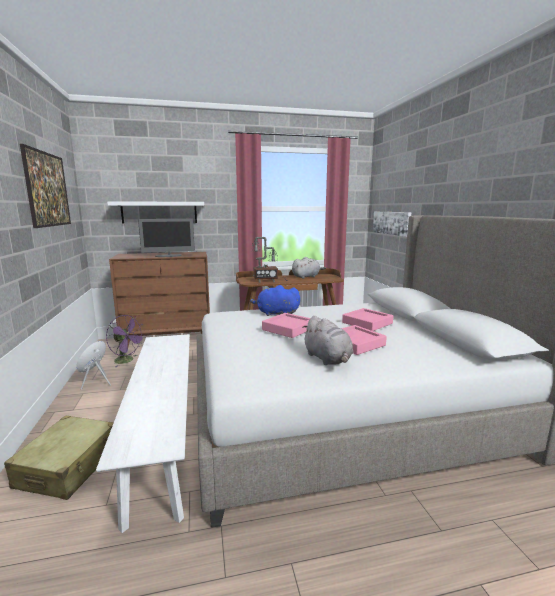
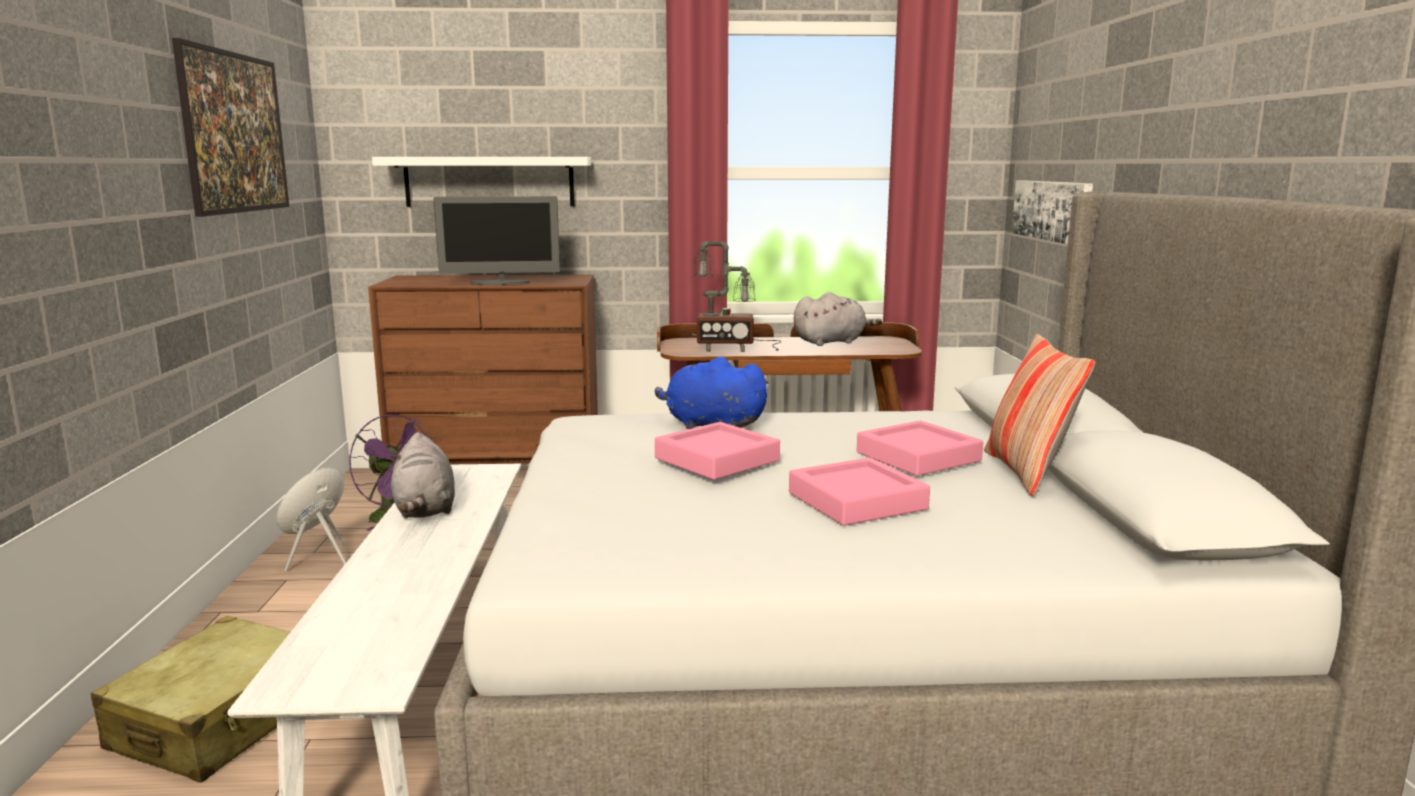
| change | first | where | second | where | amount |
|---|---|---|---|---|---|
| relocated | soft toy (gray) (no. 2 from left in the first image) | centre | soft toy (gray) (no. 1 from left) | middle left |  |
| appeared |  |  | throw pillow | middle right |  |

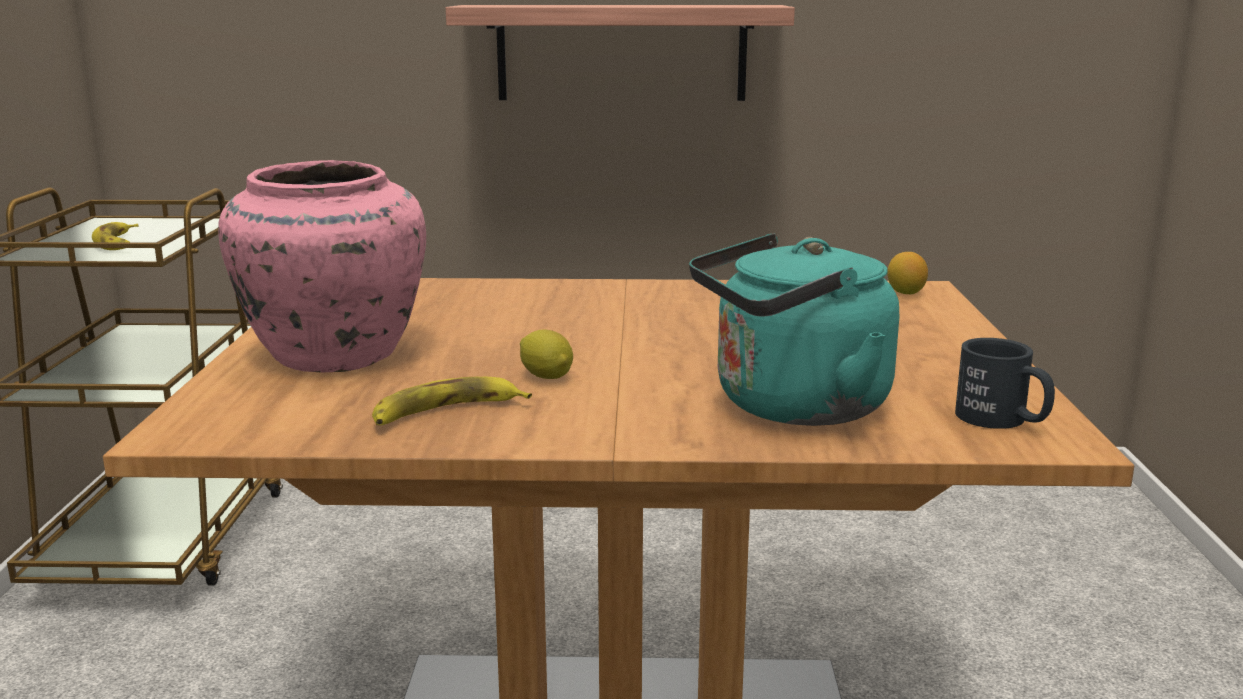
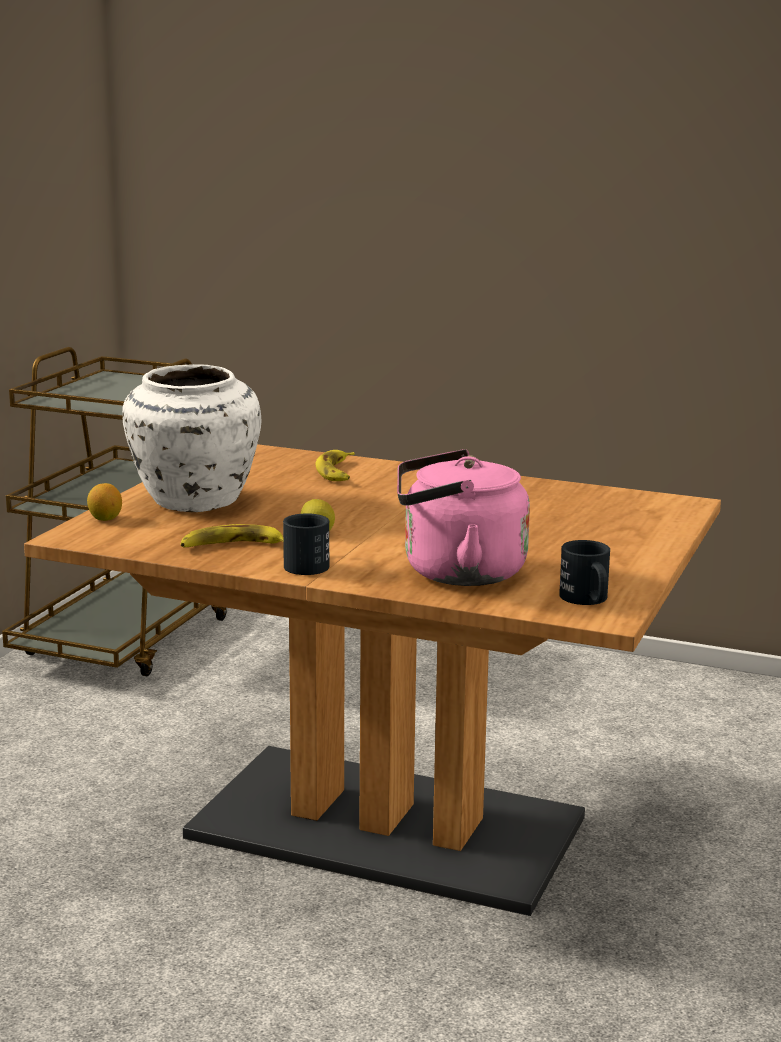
| change | first | where | second | where | amount |
|---|---|---|---|---|---|
| relocated | banana fruit (no. 1 from left in the first image) | middle left | banana fruit (no. 2 from left) | centre |  |
| colour | flower vase (pink) | middle left | flower vase (white-coloured) | middle left |  |
| missing | shelf | top centre |  |  |  |
| colour | tea kettle (blue-green) | centre | tea kettle (pink) | centre |  |
| relocated | citrus fruit (no. 2 from left in the first image) | middle right | citrus fruit (no. 1 from left) | middle left |  |
| appeared |  |  | tea mug (blackish) (no. 1 from left) | centre |  |

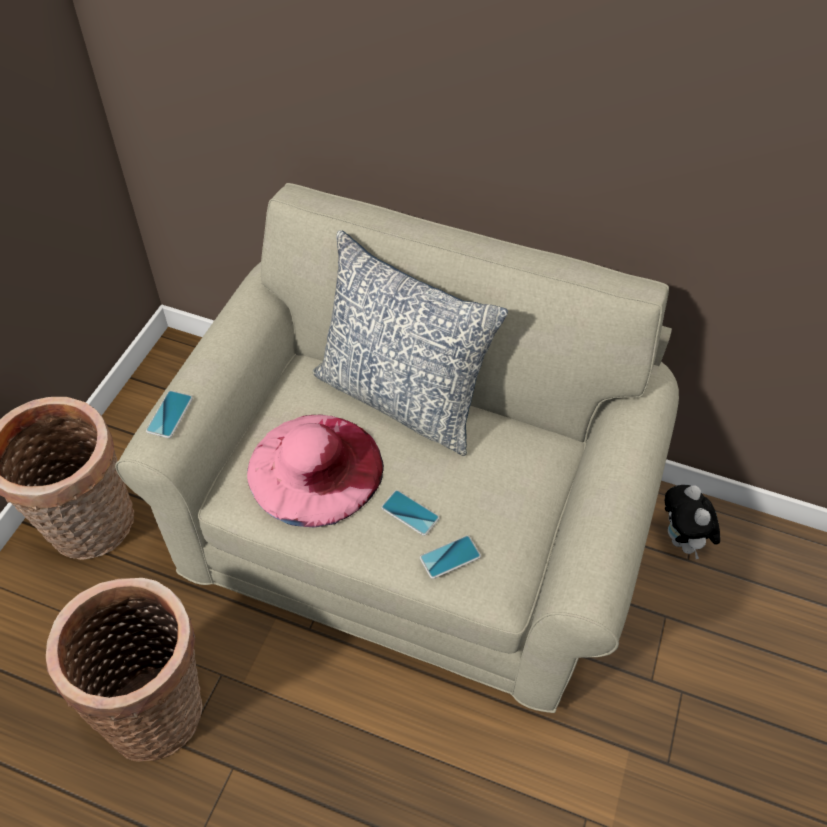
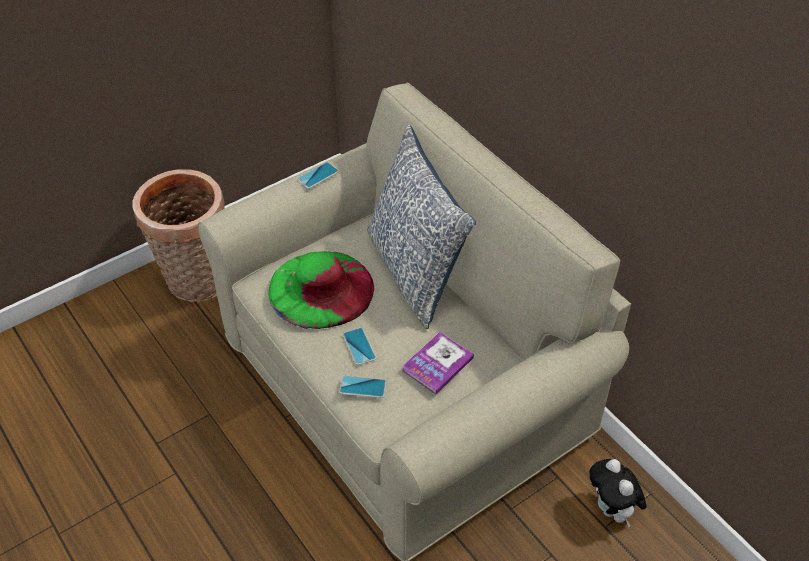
| change | first | where | second | where | amount |
|---|---|---|---|---|---|
| missing | household basket (no. 2 from left) | bottom left |  |  |  |
| relocated | handset (no. 1 from left) | middle left |  | top centre |  |
| colour | hat (pink) | centre | hat (greenish) | centre |  |
| spun | soft toy | middle right |  | bottom right | 45 degrees counterclockwise |
| appeared |  |  | book | centre |  |

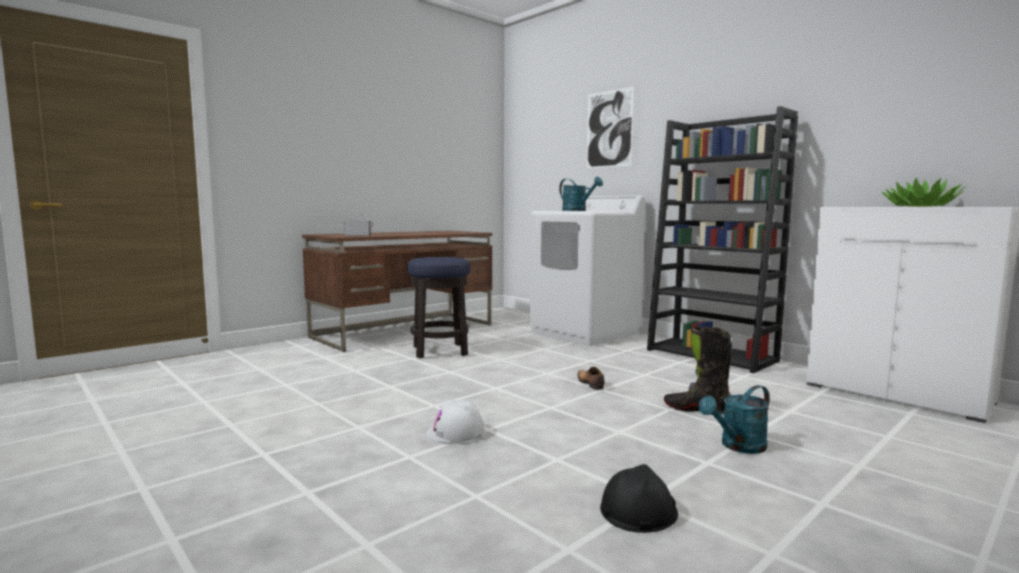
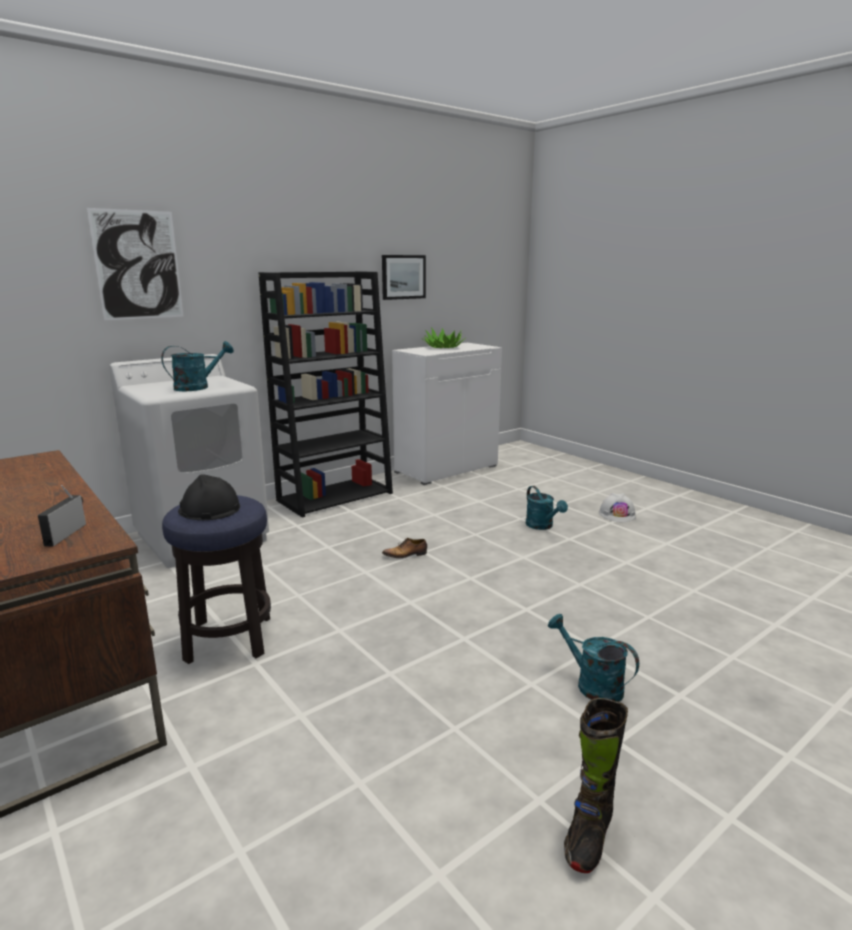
| change | first | where | second | where | amount |
|---|---|---|---|---|---|
| relocated | work helmet (white-coloured) | bottom centre |  | middle right |  |
| relocated | work helmet (blackish) | bottom centre |  | middle left |  |
| relocated | tall boot (blackish) | middle right |  | bottom right |  |
| appeared |  |  | wall art (no. 2 from left) | top centre |  |
| appeared |  |  | watering can (blue-green) (no. 3 from left) | bottom right |  |

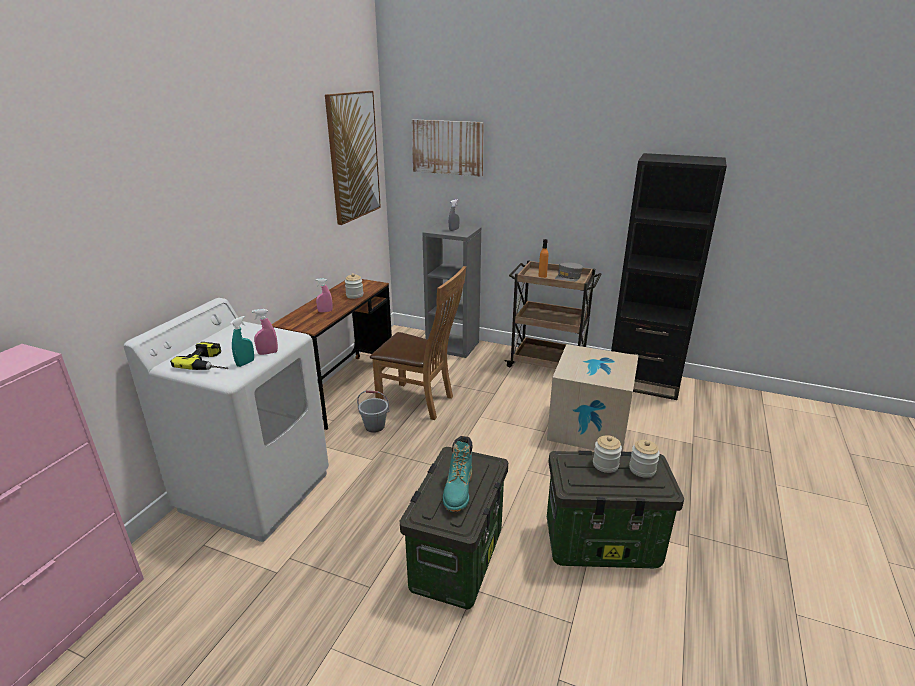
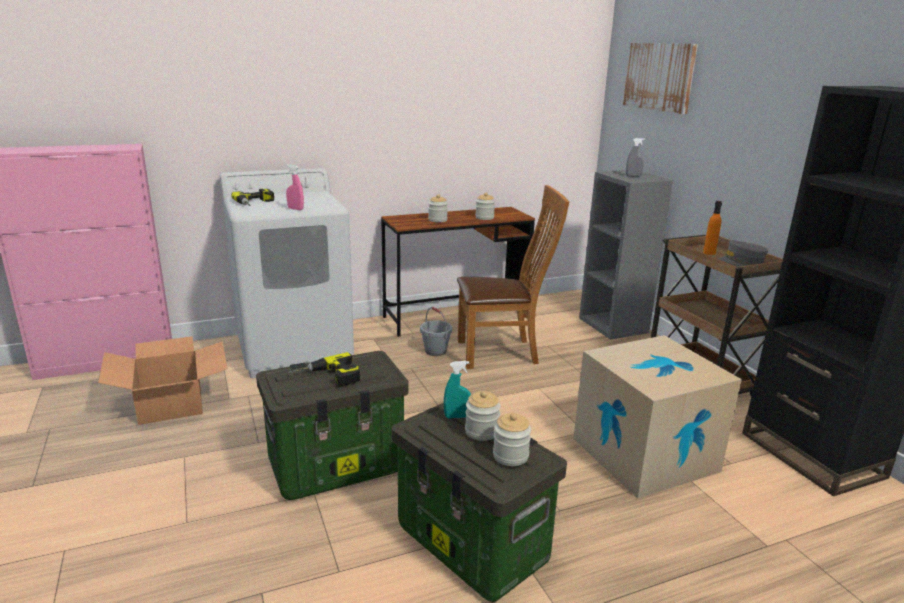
| change | first | where | second | where | amount |
|---|---|---|---|---|---|
| relocated | hand sprayer (blue-green) | middle left |  | centre |  |
| exchanged | hand sprayer (pink) (no. 2 from left) | centre | preserve jar (no. 1 from left) | centre |  |
| missing | wall art (no. 1 from left) | top centre |  |  |  |
| spun | chair (brown) | centre |  | centre | 75 degrees counterclockwise |
| exchanged | tall boot (blue-green) | bottom centre | electric drill (no. 2 from left) | centre |  |
| appeared |  |  | carton (no. 1 from left) | middle left |  |

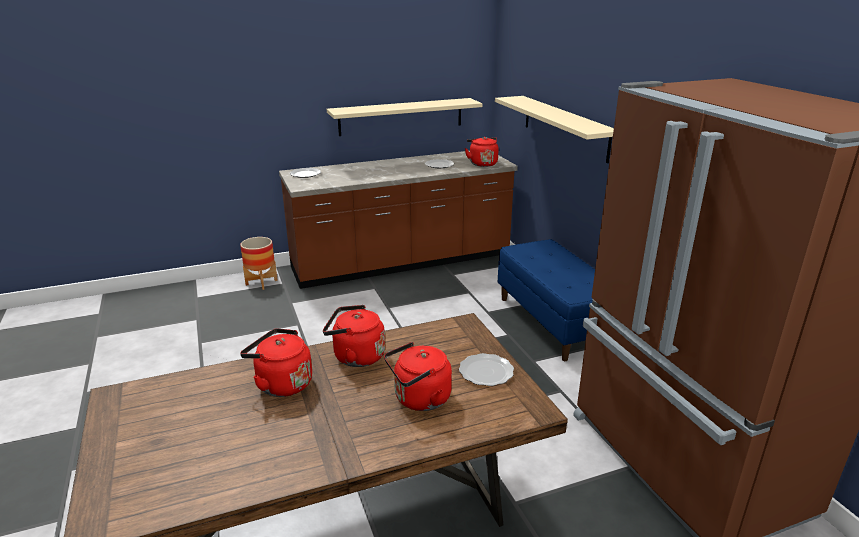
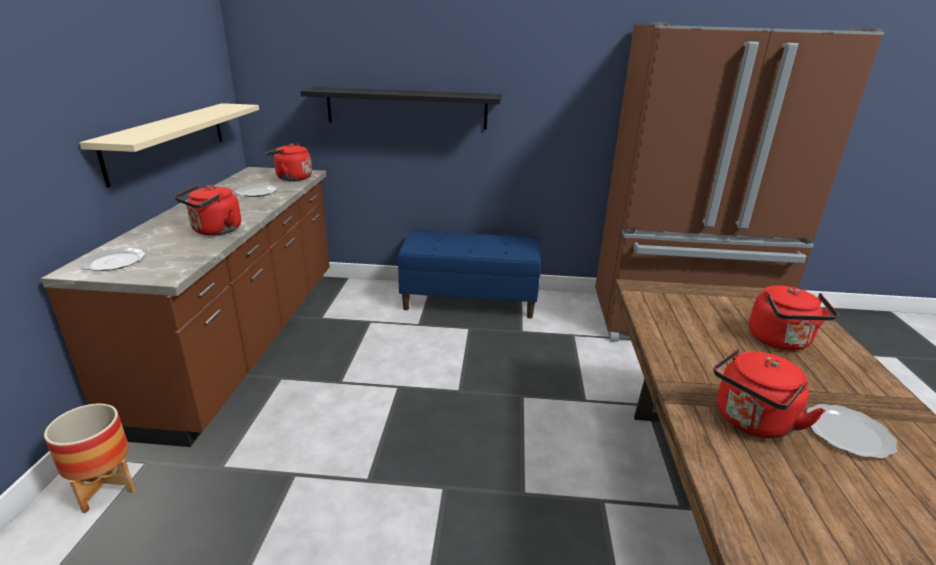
| change | first | where | second | where | amount |
|---|---|---|---|---|---|
| relocated | tea kettle (red-coloured) (no. 2 from left in the first image) | centre | tea kettle (red-coloured) (no. 1 from left) | middle left |  |
| relocated | plate (no. 3 from left) | bottom centre |  | bottom right |  |
| colour | shelf (beige) (no. 2 from left) | top centre | shelf (blackish) | top centre |  |

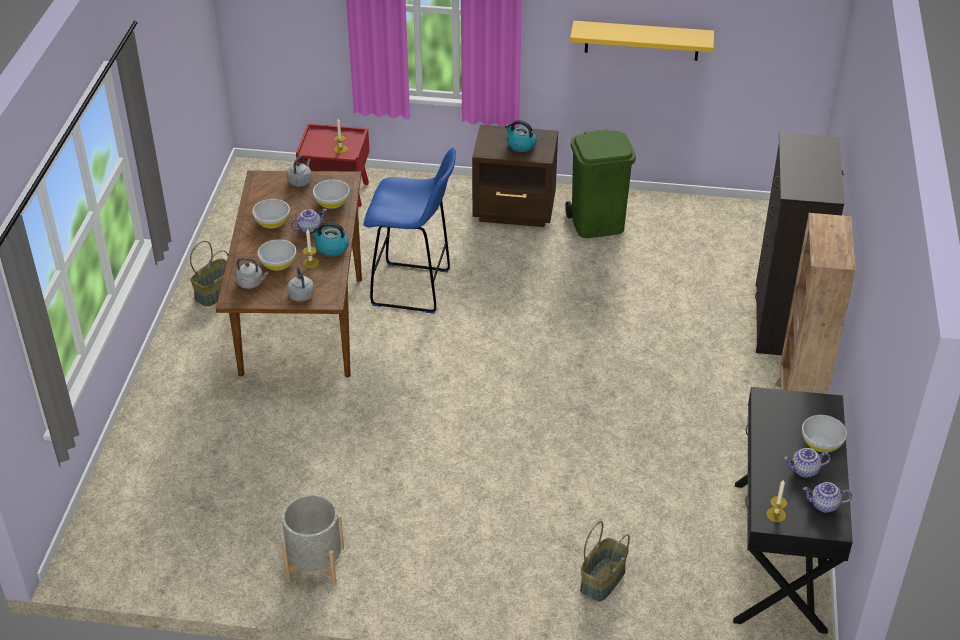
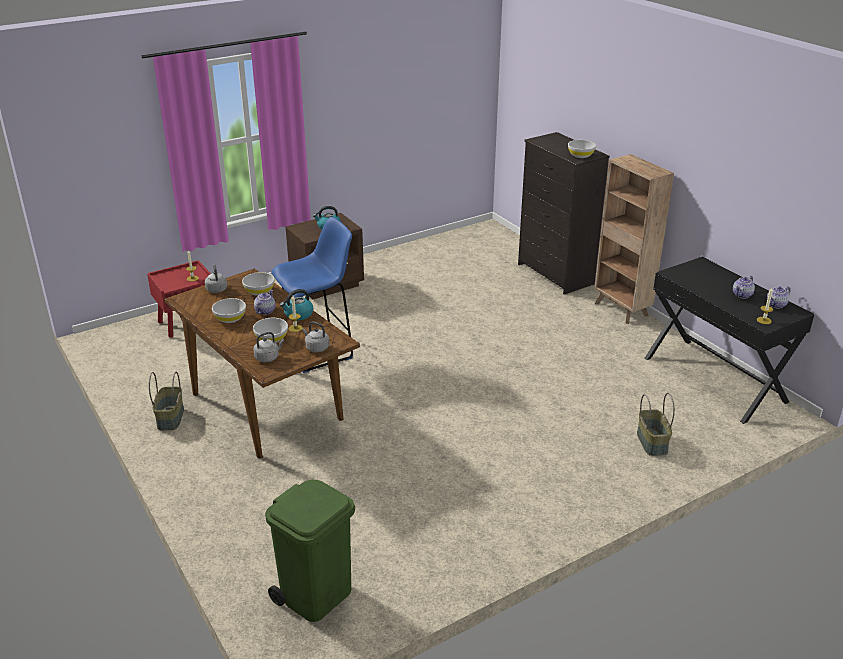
| change | first | where | second | where | amount |
|---|---|---|---|---|---|
| missing | flower pot (gray) | bottom left |  |  |  |
| relocated | rubbish bin (greenish) | top centre |  | bottom centre |  |
| missing | shelf (yellow) | top right |  |  |  |
| relocated | bowl (white-coloured) (no. 4 from left) | bottom right |  | top right |  |

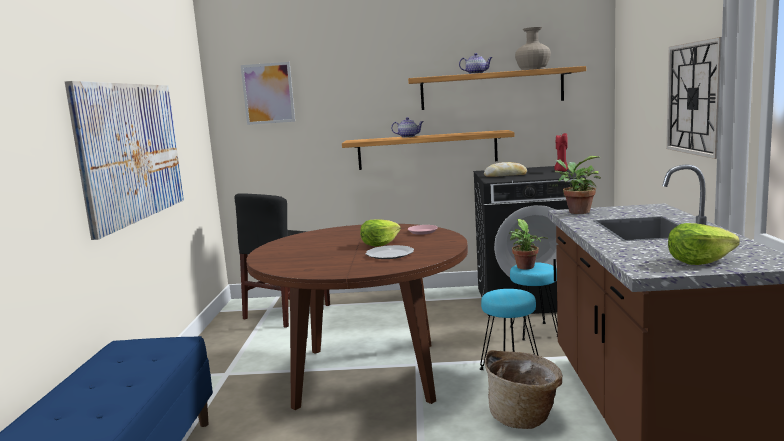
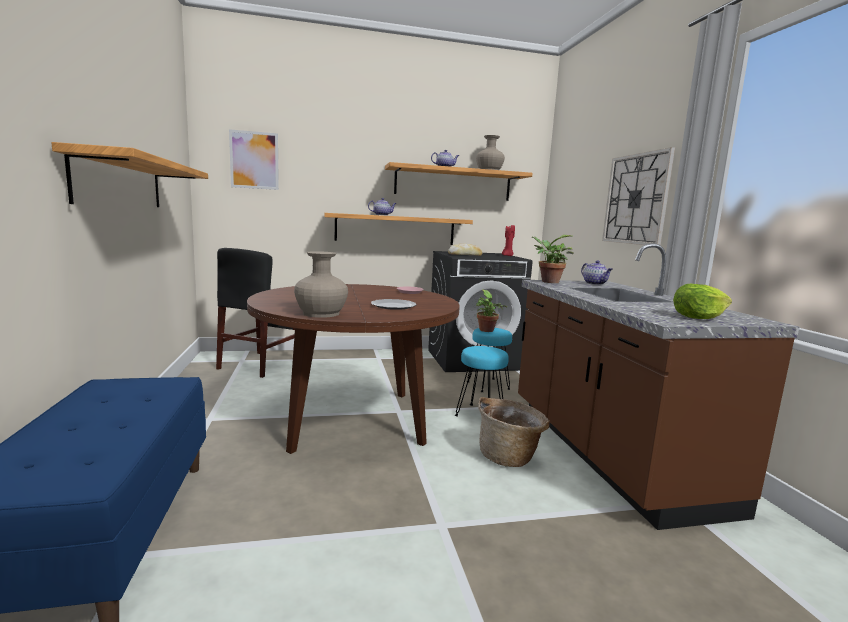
| change | first | where | second | where | amount |
|---|---|---|---|---|---|
| exchanged | wall art (no. 1 from left) | middle left | shelf (no. 1 from left) | top left |  |
| missing | lettuce head (no. 1 from left) | centre |  |  |  |
| appeared |  |  | flower vase (beige) (no. 1 from left) | centre |  |
| appeared |  |  | pot for tea (no. 3 from left) | middle right |  |

